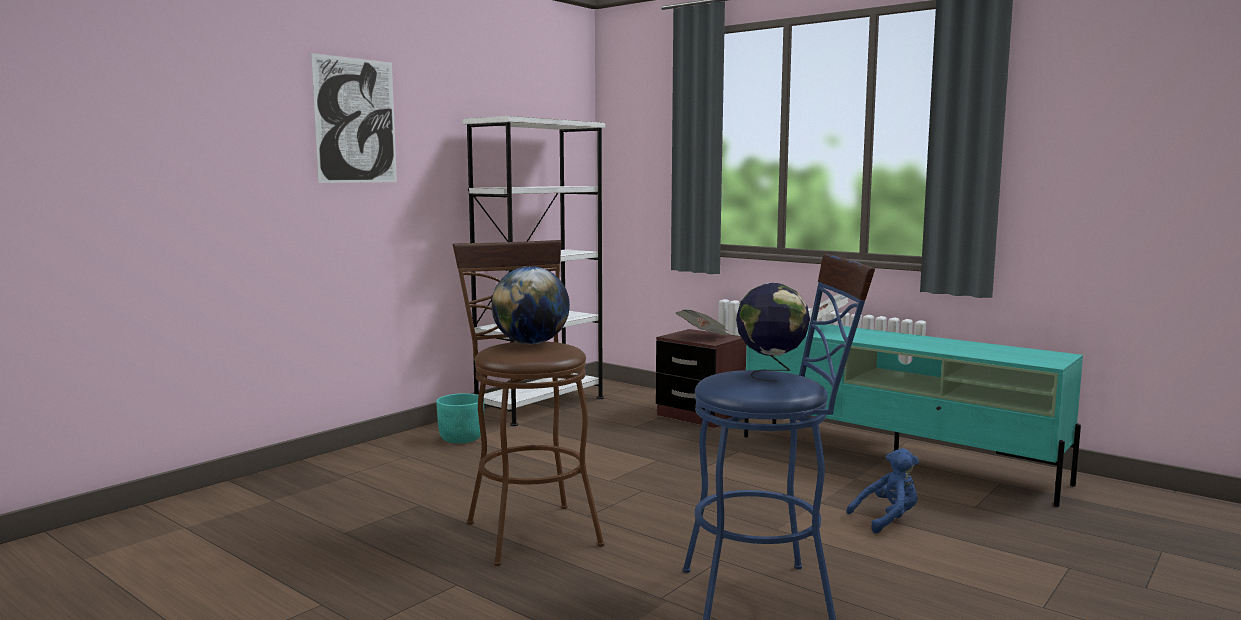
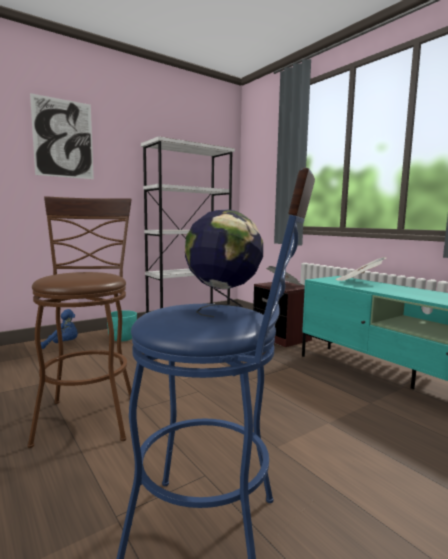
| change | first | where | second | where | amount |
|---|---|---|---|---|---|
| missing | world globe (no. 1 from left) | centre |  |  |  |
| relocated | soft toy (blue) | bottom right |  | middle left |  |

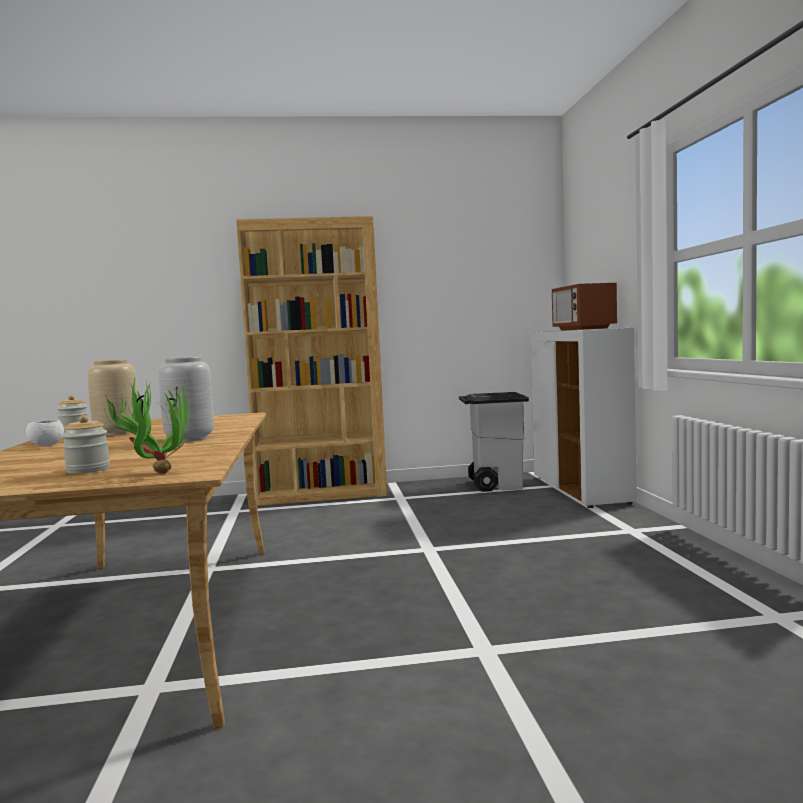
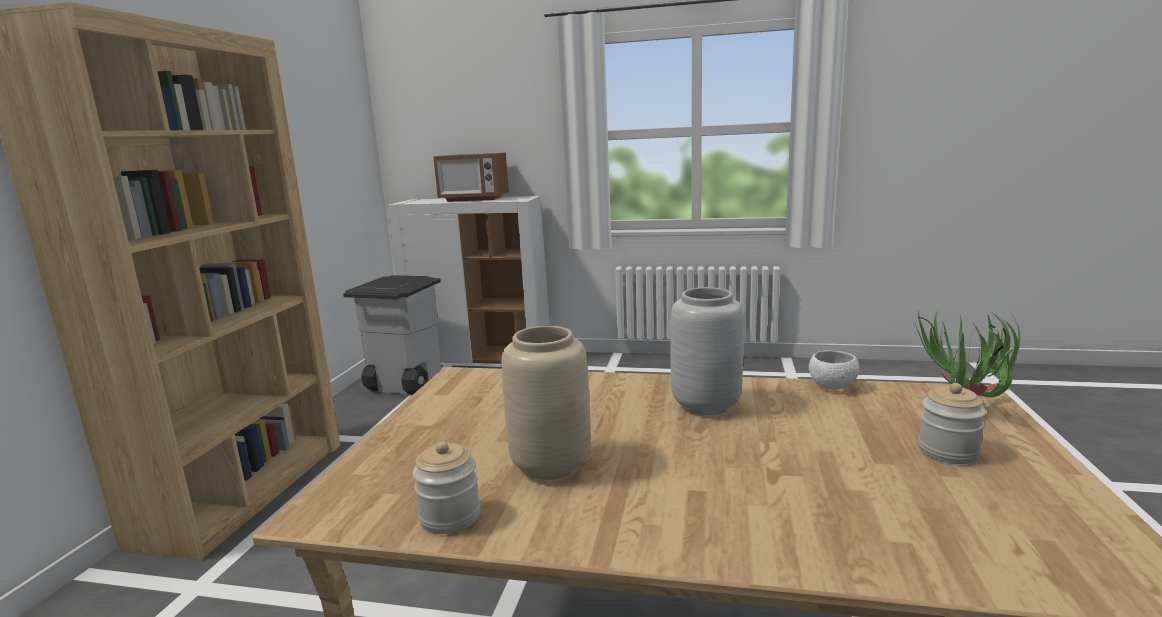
| change | first | where | second | where | amount |
|---|---|---|---|---|---|
| relocated | bowl (white-coloured) | middle left |  | middle right |  |

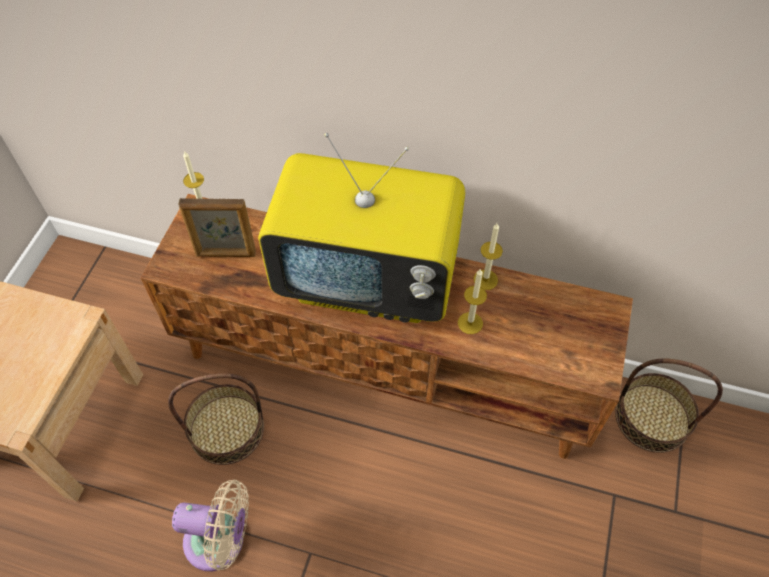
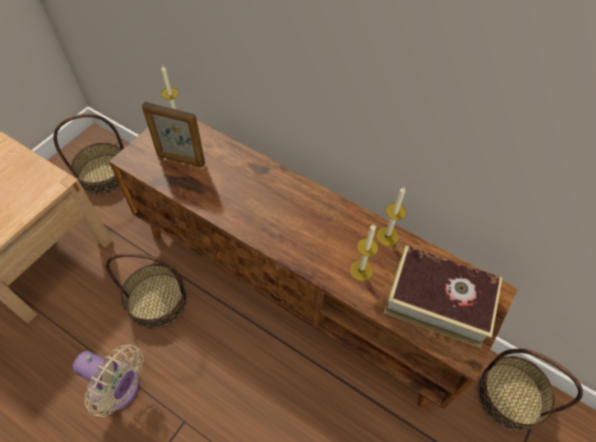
| change | first | where | second | where | amount |
|---|---|---|---|---|---|
| missing | TV set | centre |  |  |  |
| appeared |  |  | household basket (no. 1 from left) | middle left |  |
| appeared |  |  | book | bottom right |  |

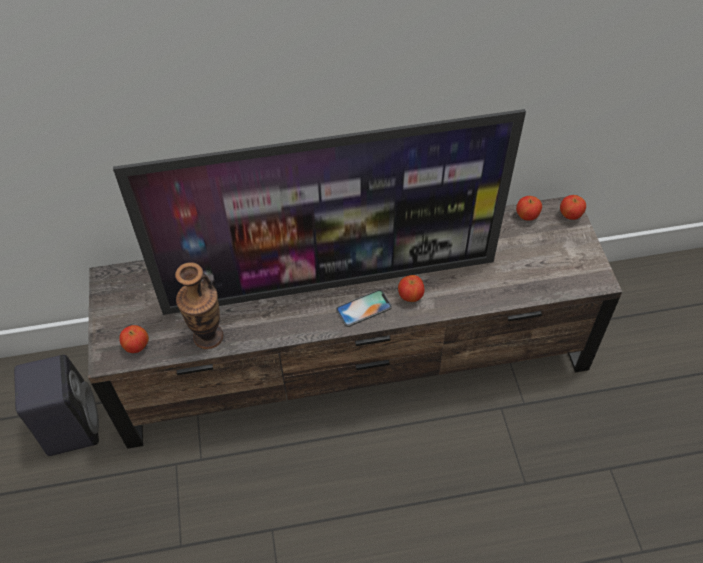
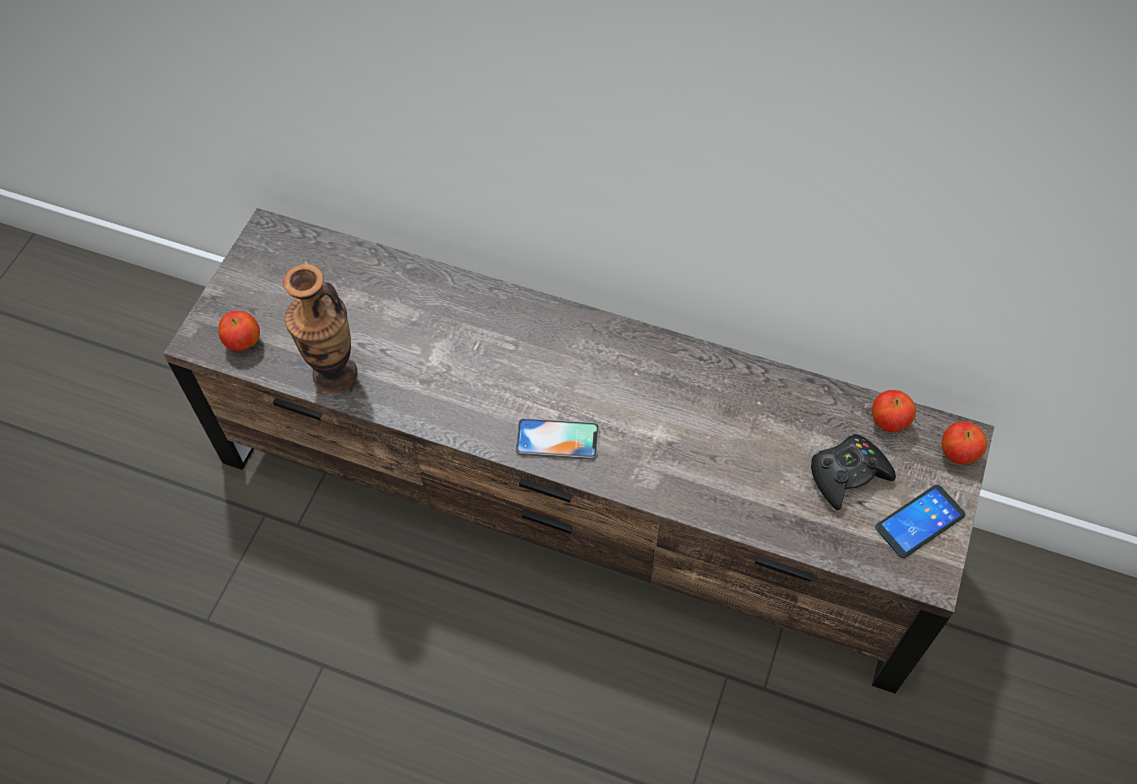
| change | first | where | second | where | amount |
|---|---|---|---|---|---|
| missing | speaker (blackish) | bottom left |  |  |  |
| missing | TV set | centre |  |  |  |
| missing | apple (no. 2 from left) | centre |  |  |  |
| appeared |  |  | joypad (blackish) | middle right |  |
| appeared |  |  | handset (no. 2 from left) | middle right |  |

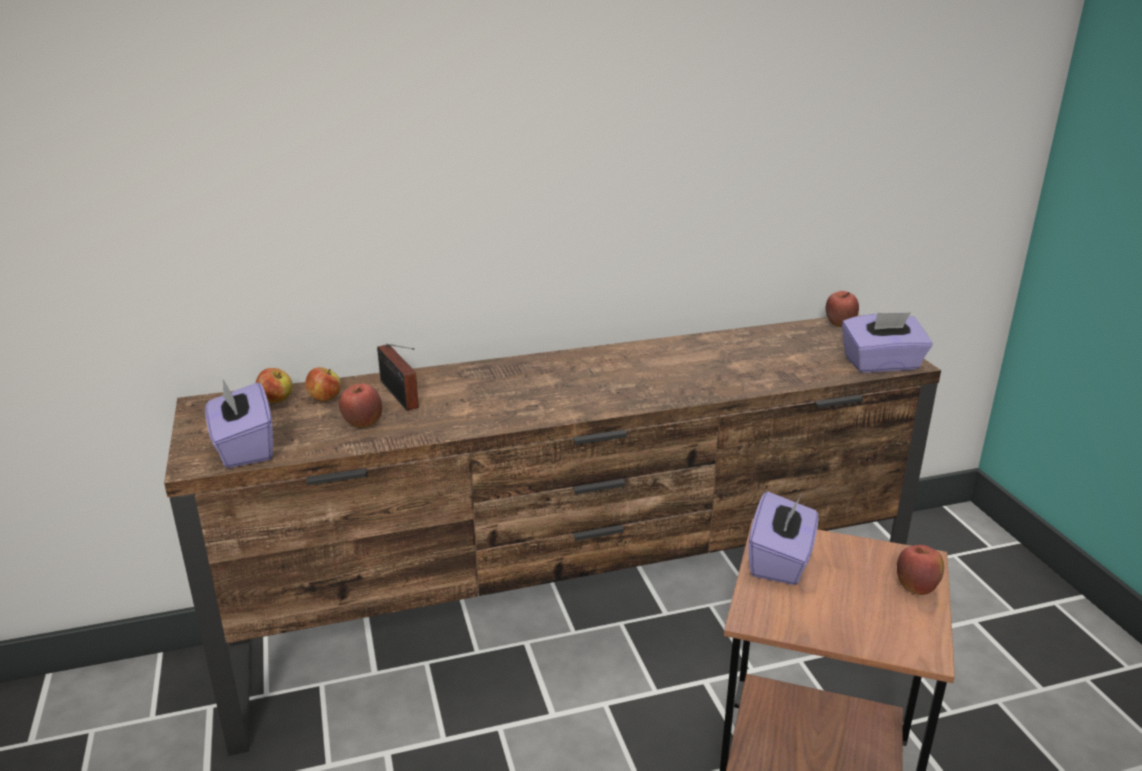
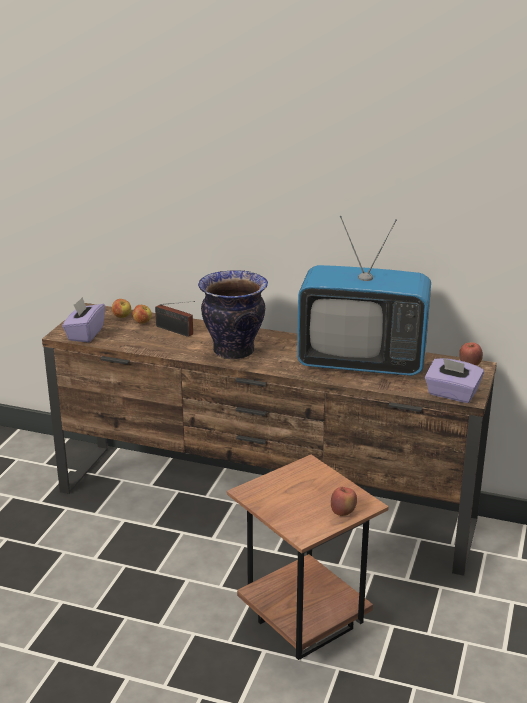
| change | first | where | second | where | amount |
|---|---|---|---|---|---|
| missing | apple (no. 3 from left) | middle left |  |  |  |
| spun | radio set | centre |  | middle left | 60 degrees counterclockwise |
| missing | box of tissues (purple) (no. 2 from left) | bottom right |  |  |  |
| appeared |  |  | flower vase | centre |  |
| appeared |  |  | TV set | middle right |  |

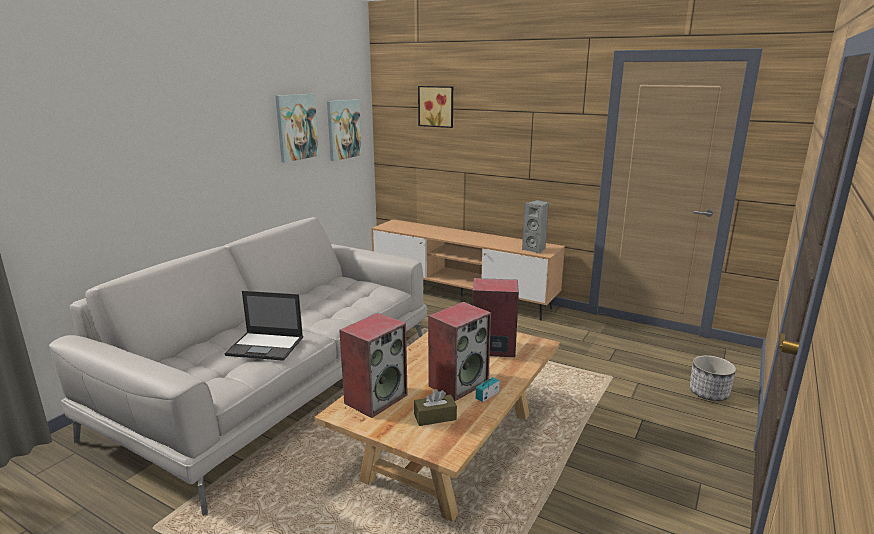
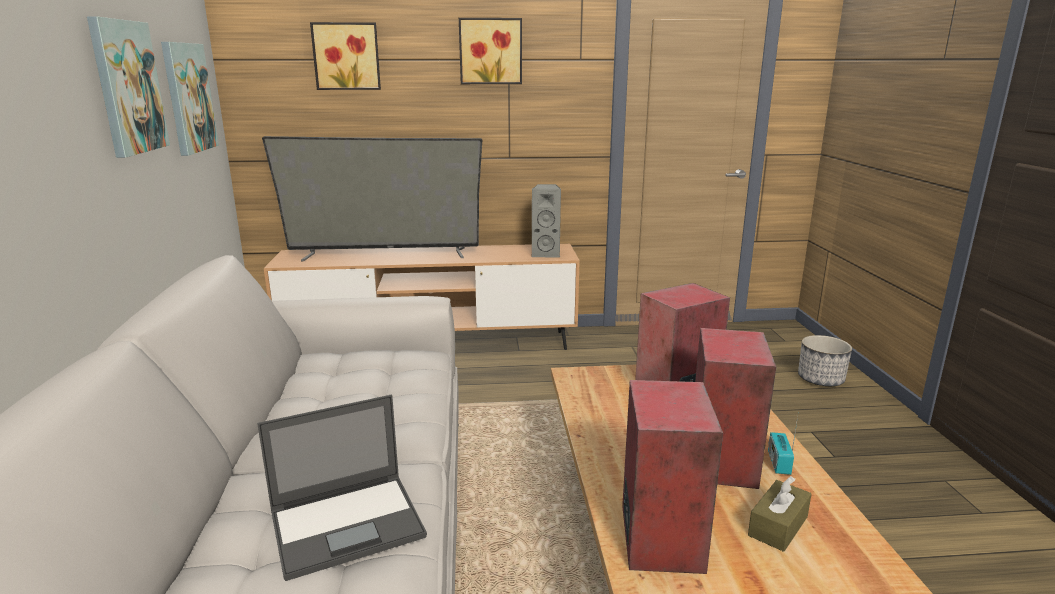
| change | first | where | second | where | amount |
|---|---|---|---|---|---|
| appeared |  |  | TV set | centre |  |
| appeared |  |  | wall art (no. 4 from left) | top centre |  |

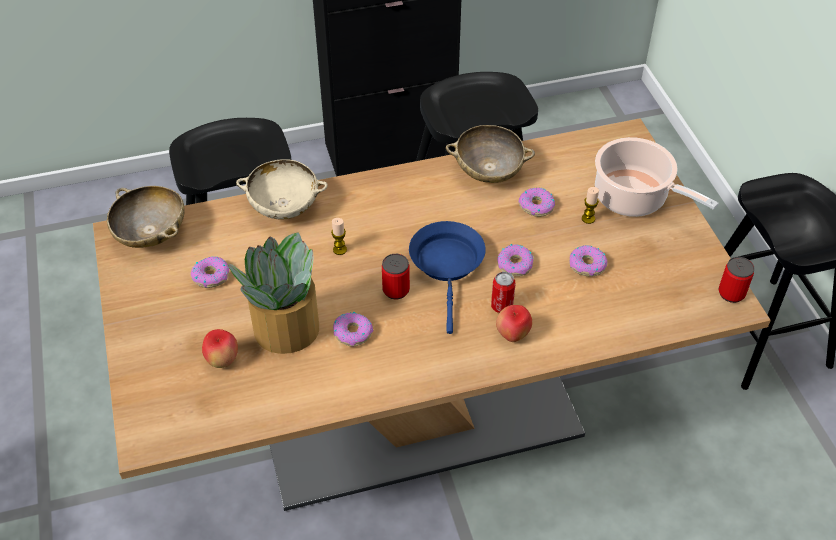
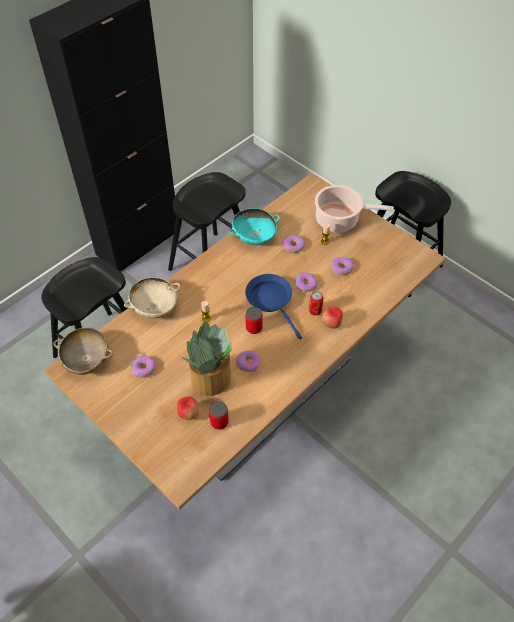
| change | first | where | second | where | amount |
|---|---|---|---|---|---|
| colour | bowl (beige) (no. 3 from left) | top centre | bowl (blue-green) | centre |  |
| relocated | metal can (no. 3 from left in the first image) | middle right | metal can (no. 1 from left) | bottom centre |  |

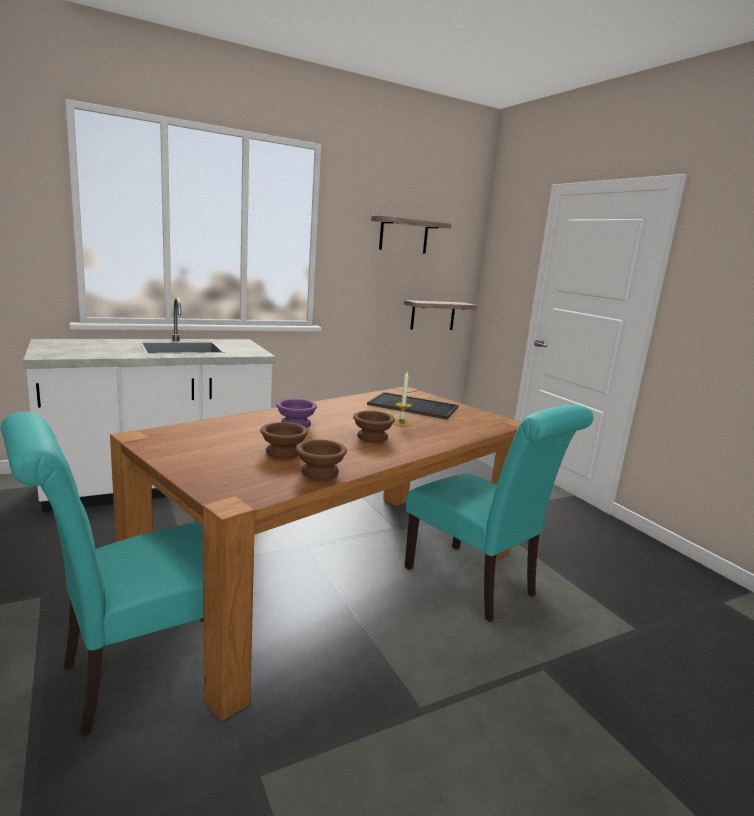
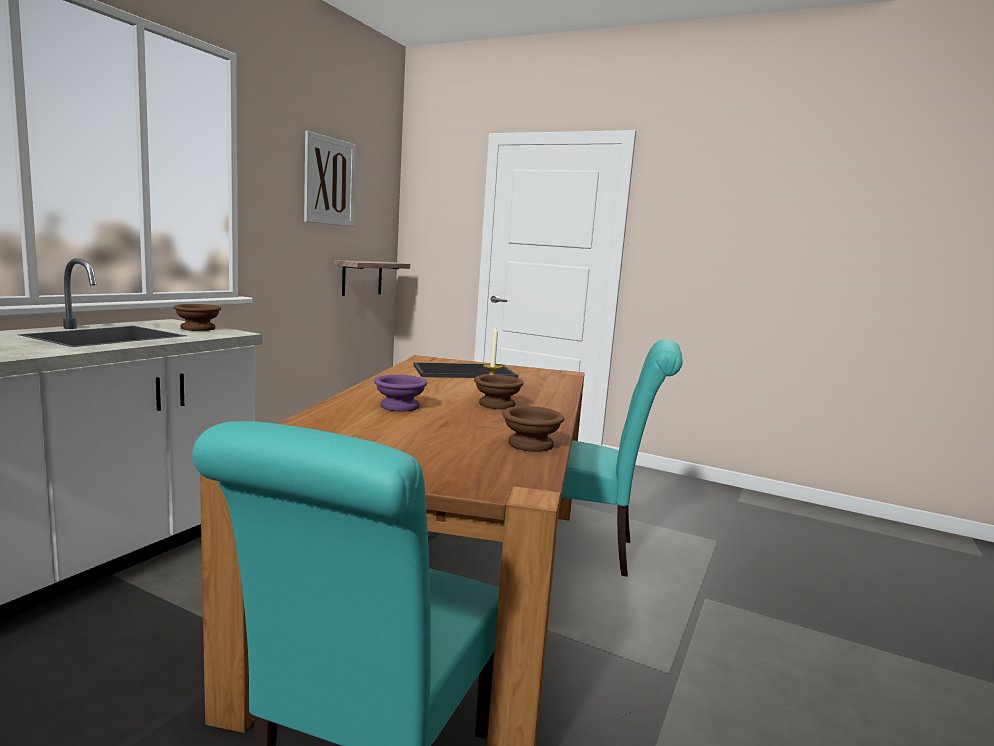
| change | first | where | second | where | amount |
|---|---|---|---|---|---|
| relocated | bowl (brown) (no. 1 from left) | centre |  | middle left |  |
| exchanged | shelf (no. 1 from left) | top centre | wall art | top left |  |

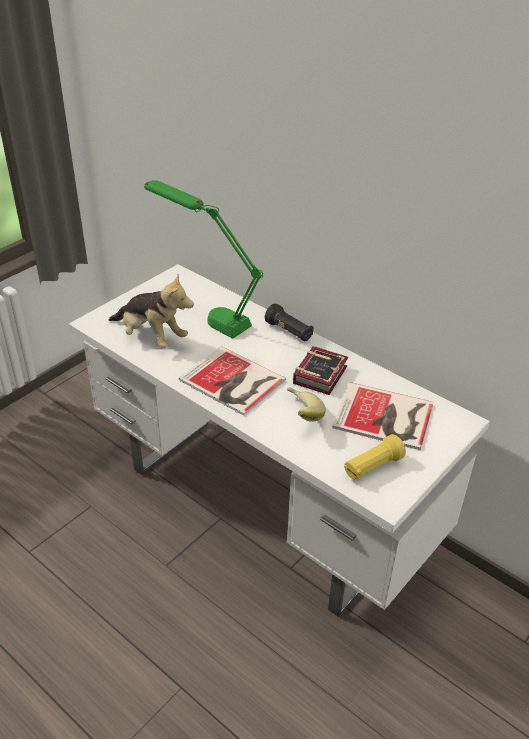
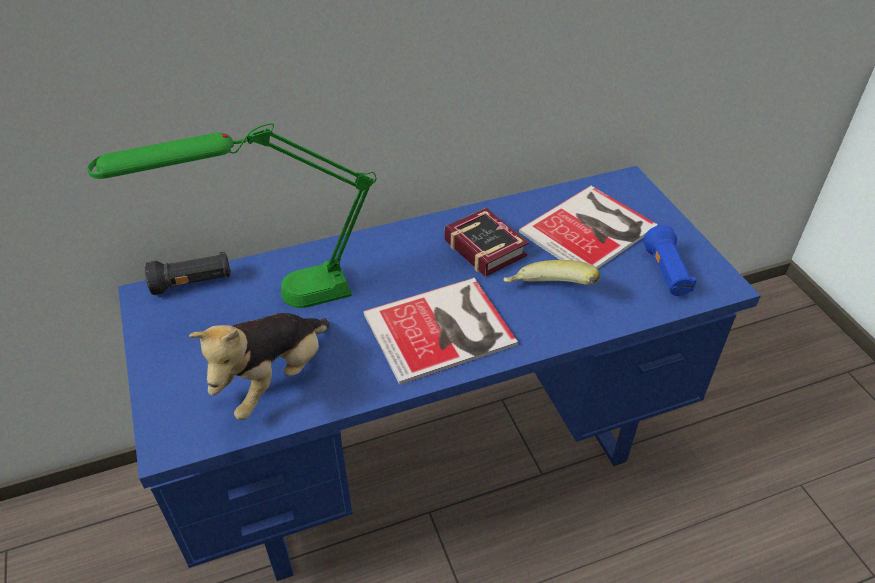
| change | first | where | second | where | amount |
|---|---|---|---|---|---|
| colour | desk (white-coloured) | centre | desk (blue) | centre |  |
| spun | soft toy | middle left |  | middle left | 150 degrees clockwise |
| relocated | flashlight (blackish) | centre |  | middle left |  |
| colour | flashlight (yellow) | middle right | flashlight (blue) | middle right |  |

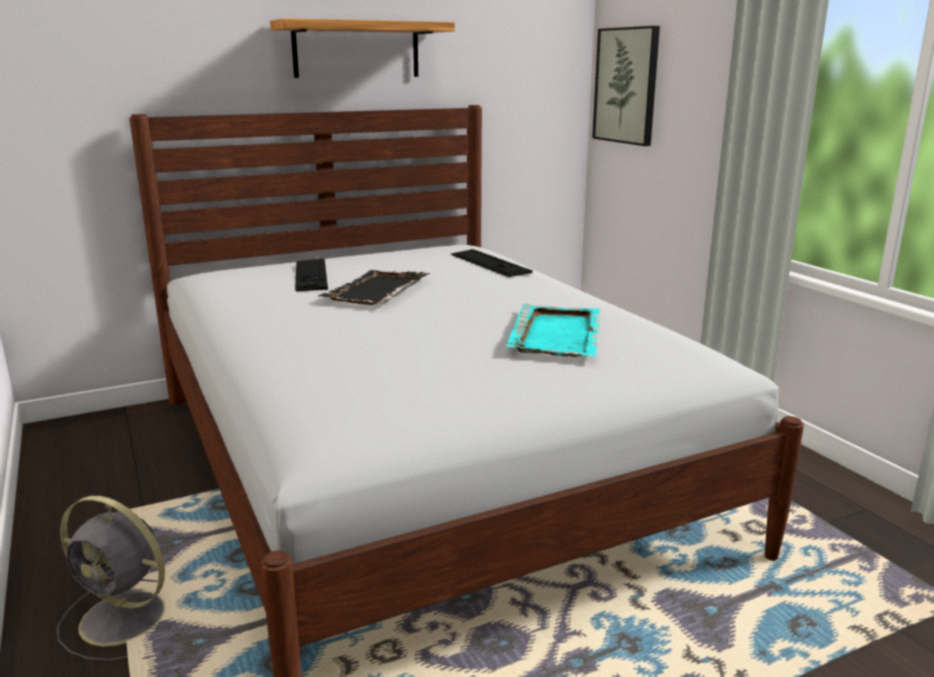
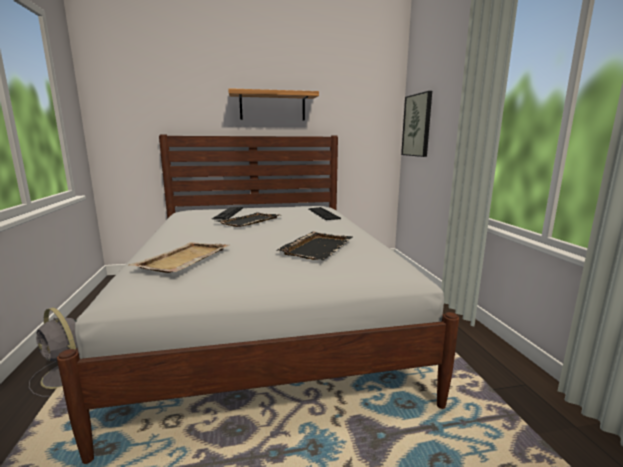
| change | first | where | second | where | amount |
|---|---|---|---|---|---|
| colour | serving tray (blue-green) | centre | serving tray (blackish) (no. 2 from left) | centre |  |
| appeared |  |  | serving tray (beige) | middle left |  |

